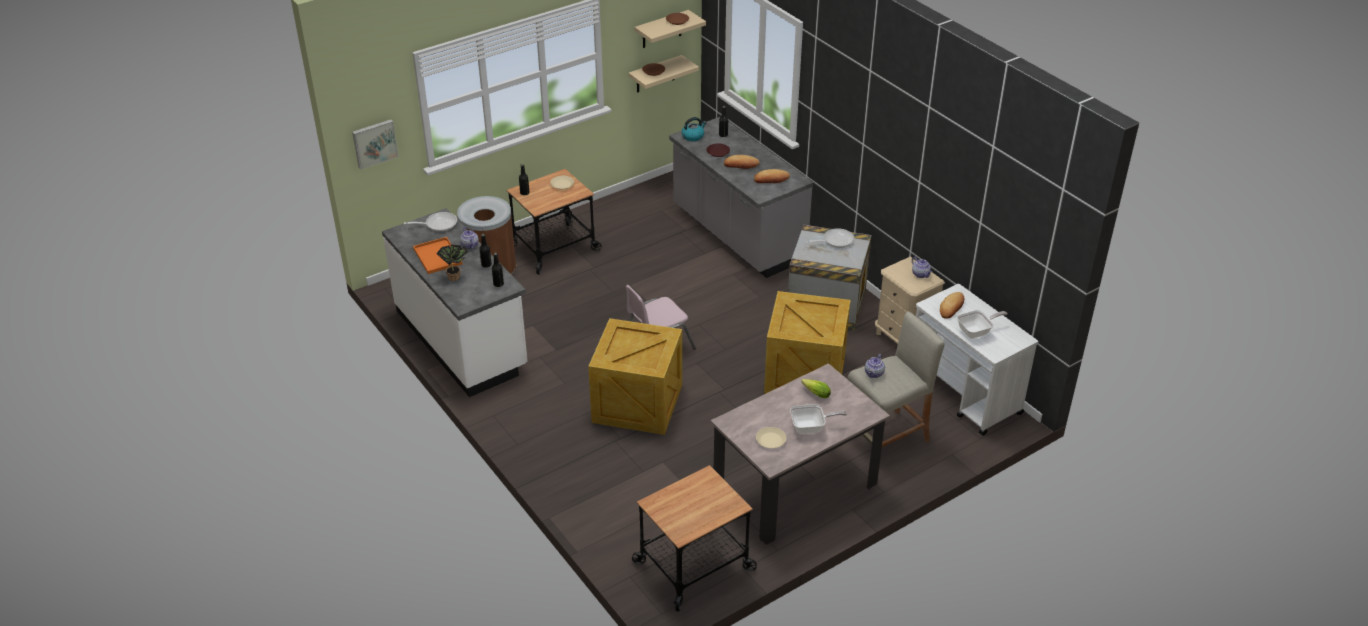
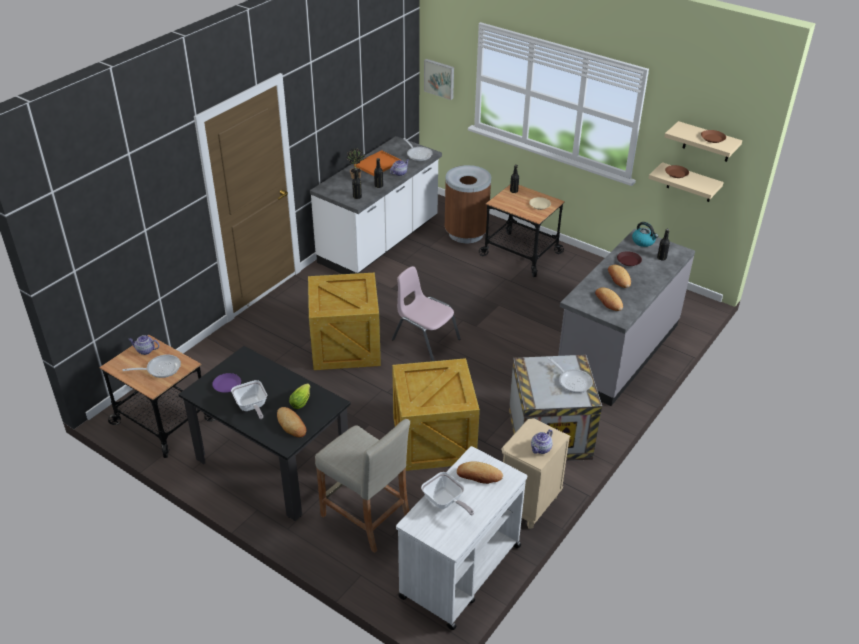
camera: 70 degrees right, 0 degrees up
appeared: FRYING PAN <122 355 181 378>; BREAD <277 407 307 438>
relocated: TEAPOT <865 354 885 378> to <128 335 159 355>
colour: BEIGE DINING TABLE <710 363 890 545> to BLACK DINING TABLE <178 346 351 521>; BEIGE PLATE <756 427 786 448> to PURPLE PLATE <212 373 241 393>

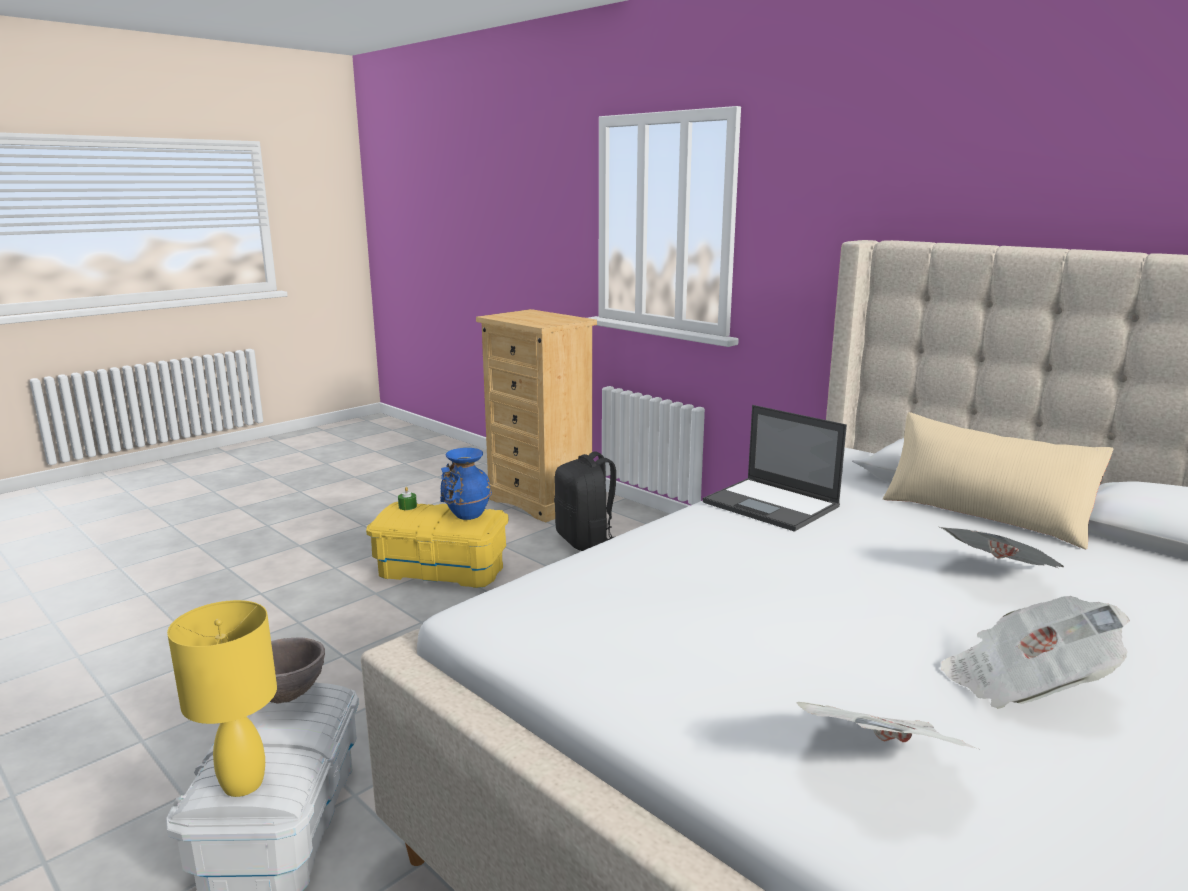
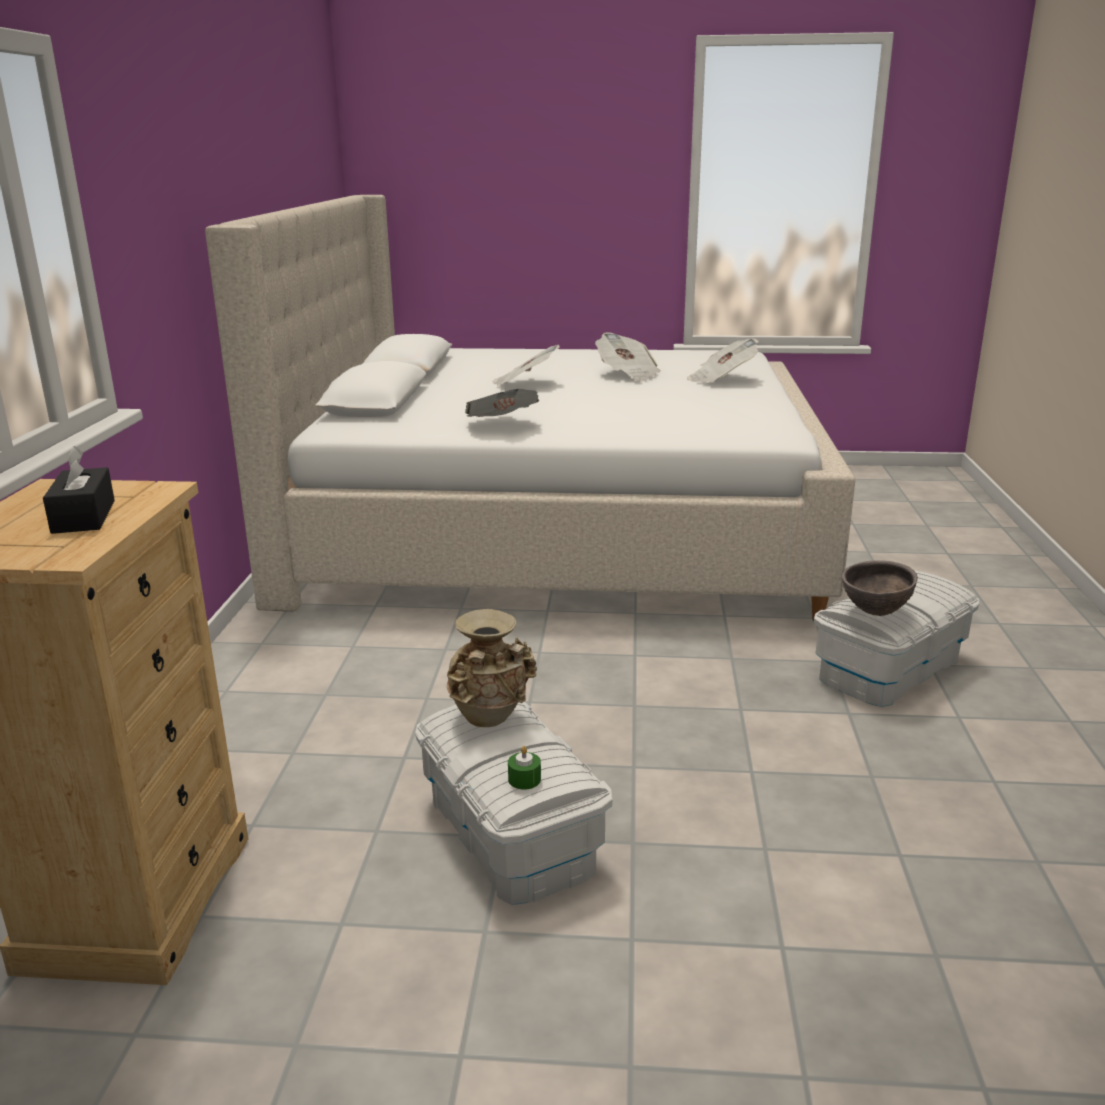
camera: 130 degrees left, 5 degrees up
missing: YELLOW TABLE LAMP <167 600 277 797>; BLACK BACKPACK <554 452 616 551>; BEIGE PILLOW <883 412 1113 550>
appeared: BLACK TISSUE BOX <43 446 115 534>
exchanged: LAPTOP <703 405 847 532> to NEWSPAPER <465 389 539 417>
colour: YELLOW STORAGE BOX <366 502 509 588> to WHITE STORAGE BOX <415 702 613 905>; BLUE VASE <440 448 492 520> to BEIGE VASE <447 609 537 727>

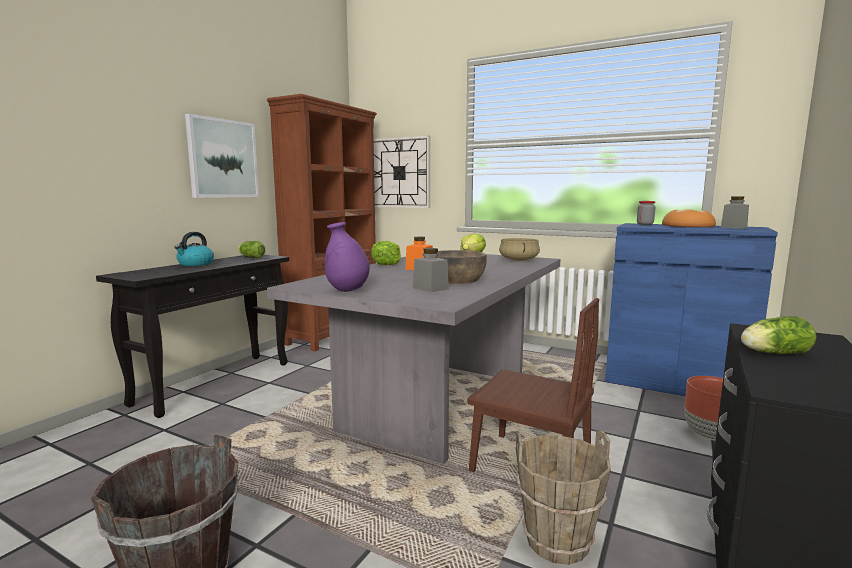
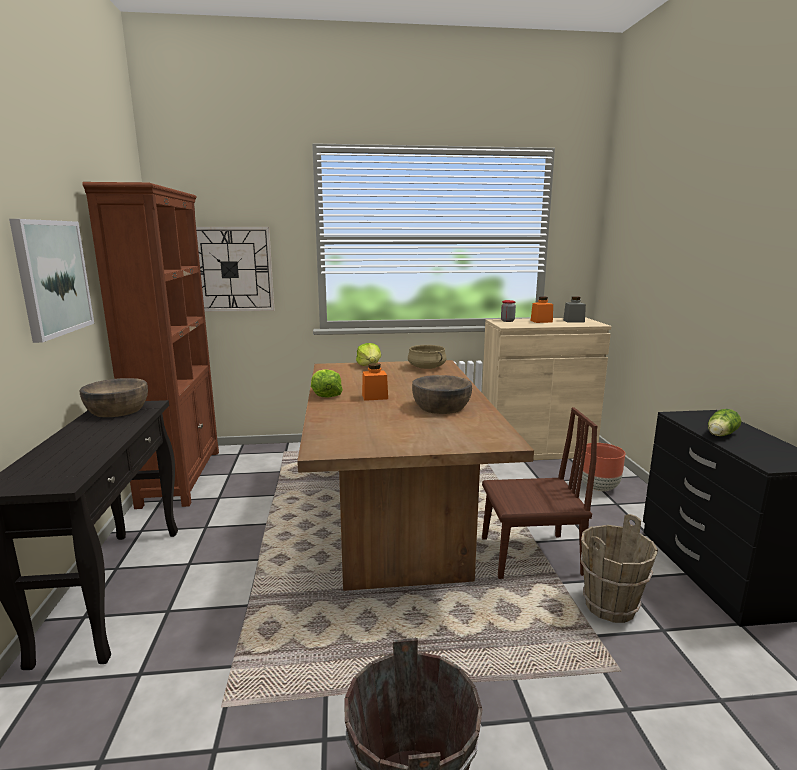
camera: 35 degrees left, 5 degrees up
missing: KETTLE <175 232 214 266>; PURPLE VASE <325 222 370 292>; GREY JAR <413 248 449 292>
exchanged: LETTUCE <238 241 265 258> to BROWN BOWL <80 378 148 417>; BREAD <662 209 716 227> to ORANGE JAR <531 297 553 323>
colour: GREY DINING TABLE <267 254 560 464> to BROWN DINING TABLE <297 360 534 591>; BLUE CABINET <605 223 778 396> to BEIGE CABINET <482 318 611 460>

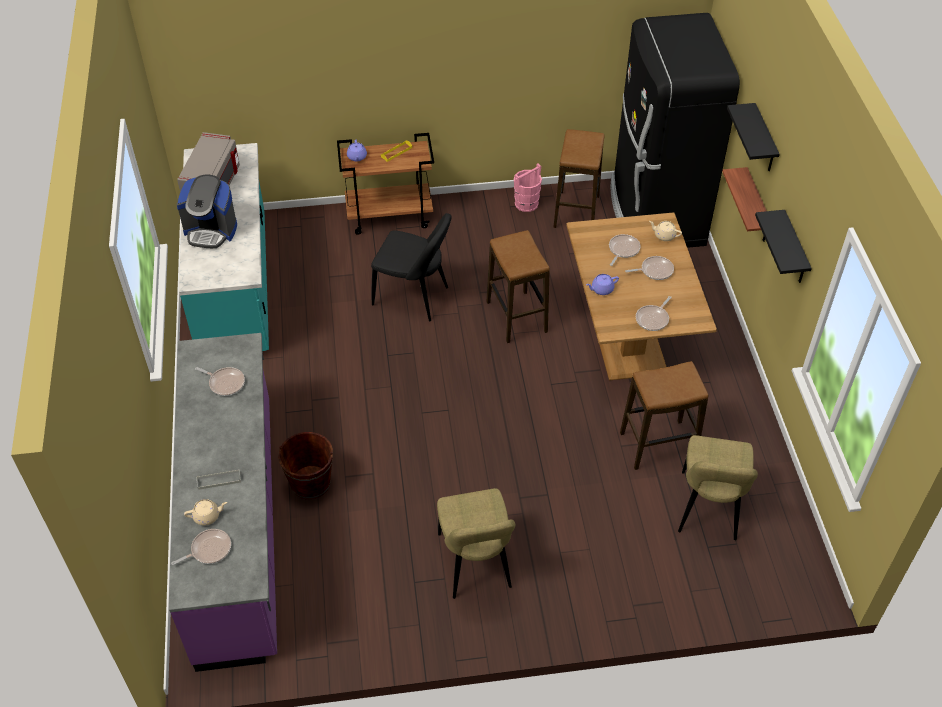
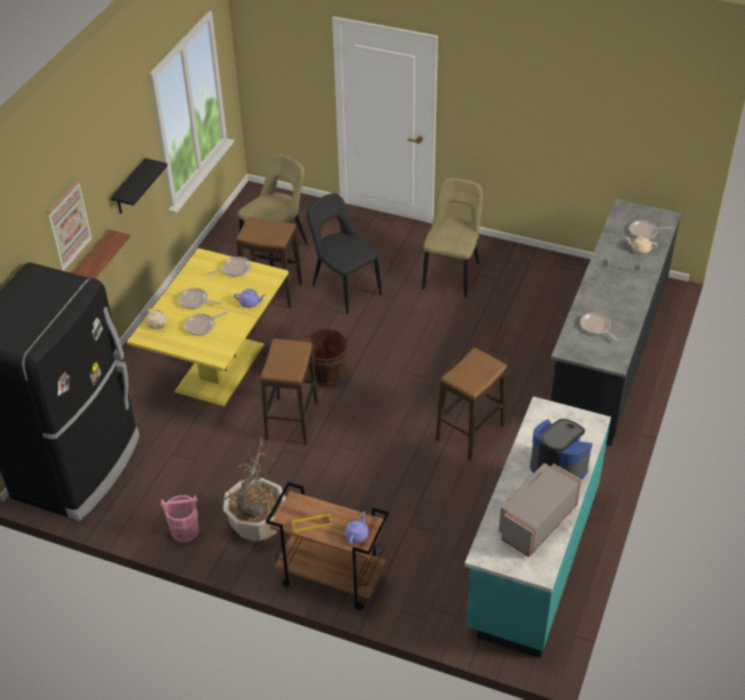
camera: 150 degrees left, 5 degrees down
appeared: POTTED PLANT <221 437 286 541>
relocated: BROWN BUCKET <278 432 333 500> to <304 329 349 386>; BLACK CHAIR <371 213 452 321> to <306 193 382 314>; STOOL <553 129 605 228> to <436 347 507 460>
exchanged: BLACK SHELF <727 103 780 171> to PICTURE <47 180 93 272>
colour: BROWN DINING TABLE <566 212 717 380> to YELLOW DINING TABLE <127 248 289 407>; PURPLE COUNTER <169 333 277 672> to BLACK COUNTER <551 199 681 446>

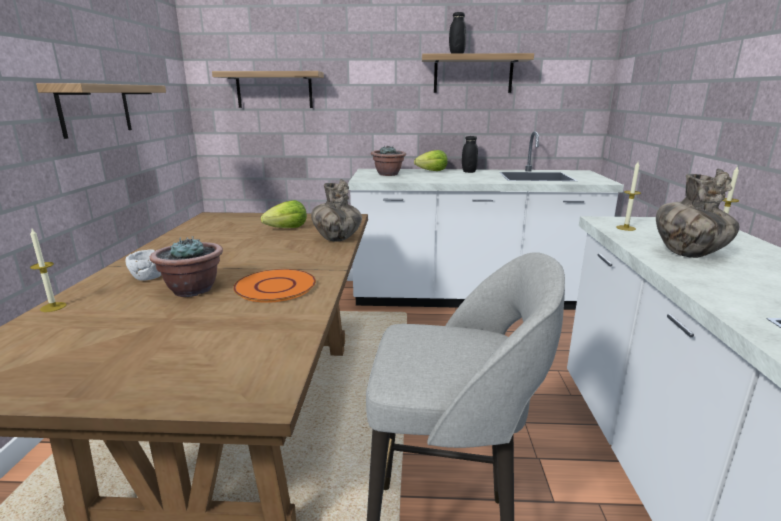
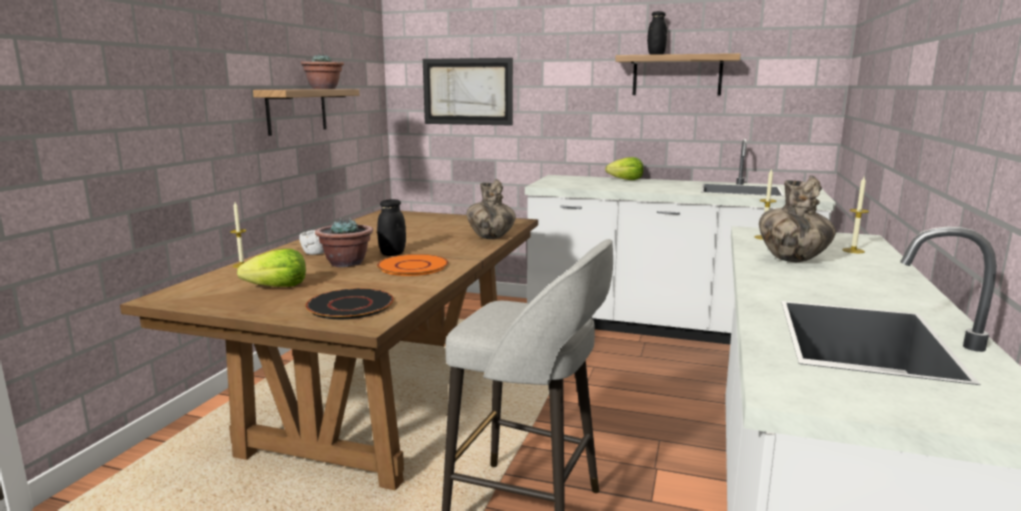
camera: 15 degrees right, 5 degrees down
appeared: BLACK PLATE <305 288 394 319>
relocated: LETTUCE <261 200 307 228> to <237 249 306 287>; POTTED PLANT <371 145 406 176> to <301 53 344 89>; BLACK JAR <462 136 478 173> to <377 199 406 256>
exchanged: SHELF <212 71 324 108> to PICTURE <423 58 513 126>

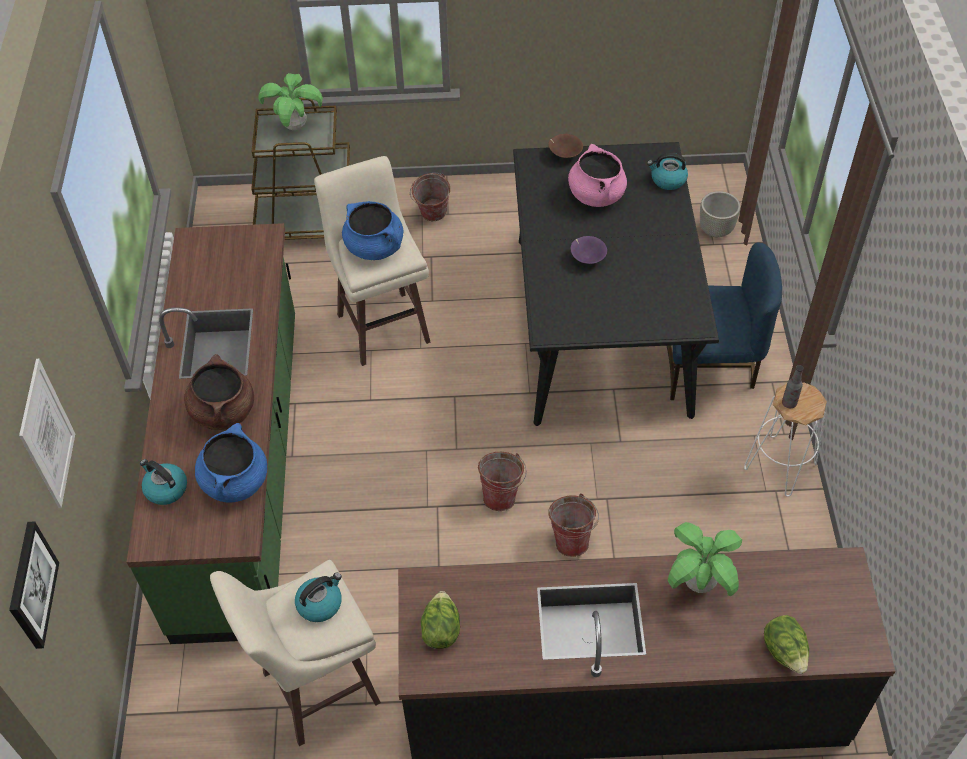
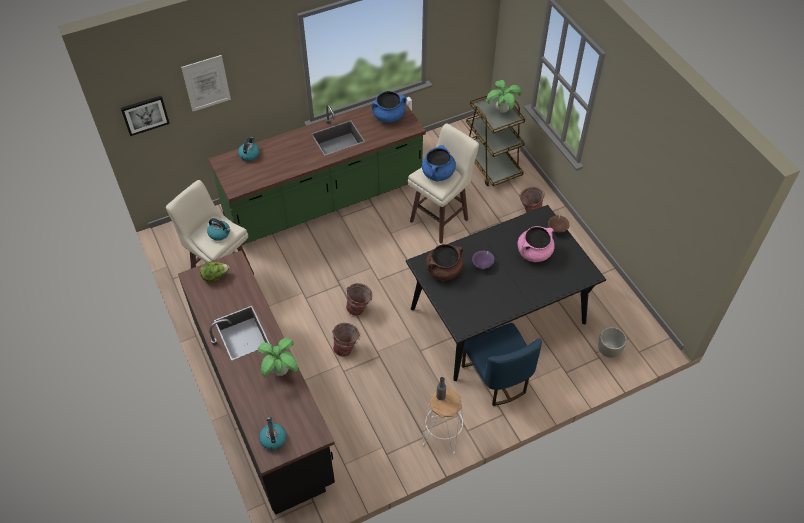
camera: 65 degrees right, 0 degrees up
missing: LETTUCE <764 615 809 674>
relocated: KETTLE <647 153 688 190> to <259 417 286 450>; BLUE COOKING POT <195 423 267 503> to <371 91 407 123>; BROWN COOKING POT <184 354 254 430> to <426 244 463 281>

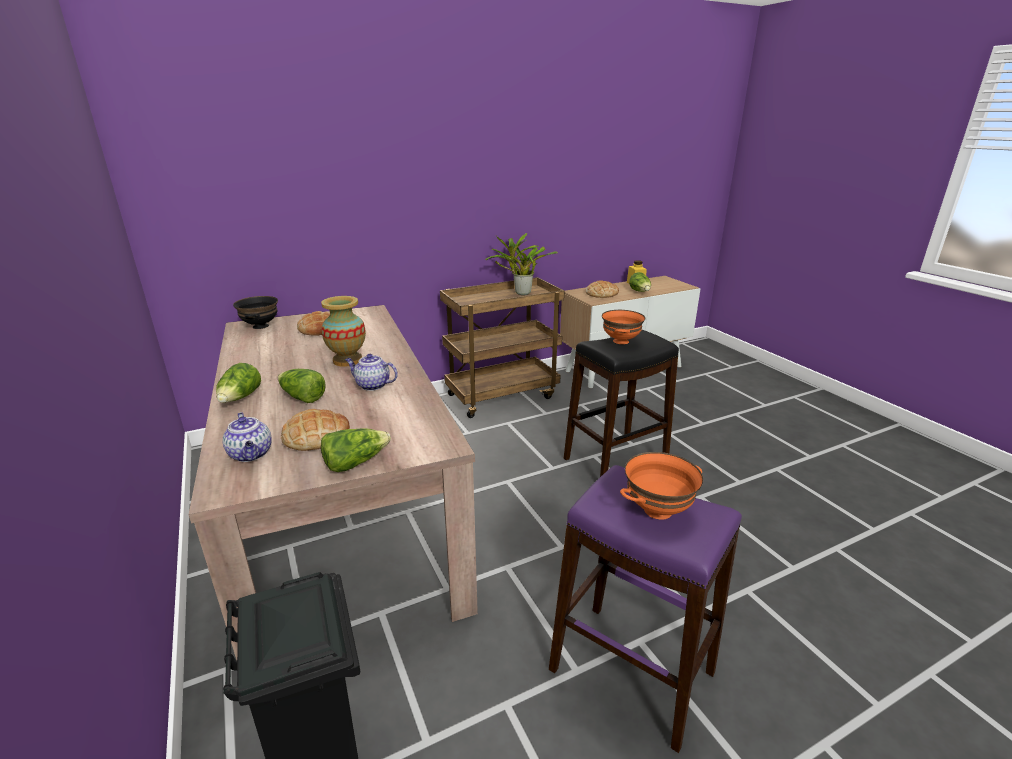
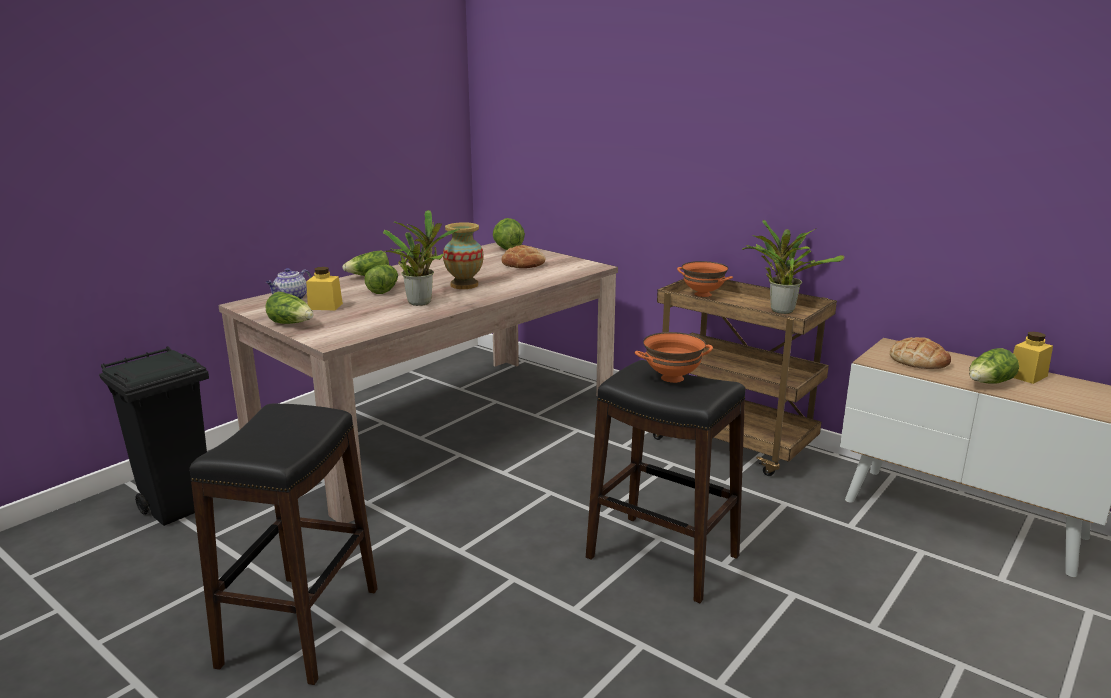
camera: 65 degrees right, 5 degrees down
relocated: ORANGE BOWL <620 452 703 520> to <677 261 733 297>
exchanged: BREAD <281 409 350 451> to YELLOW JAR <306 267 343 310>; TEAPOT <345 354 398 391> to POTTED PLANT <383 210 460 306>; BLACK BOWL <233 296 278 329> to LETTUCE <493 218 525 250>
colour: PURPLE STOOL <549 465 742 753> to BLACK STOOL <189 404 378 685>

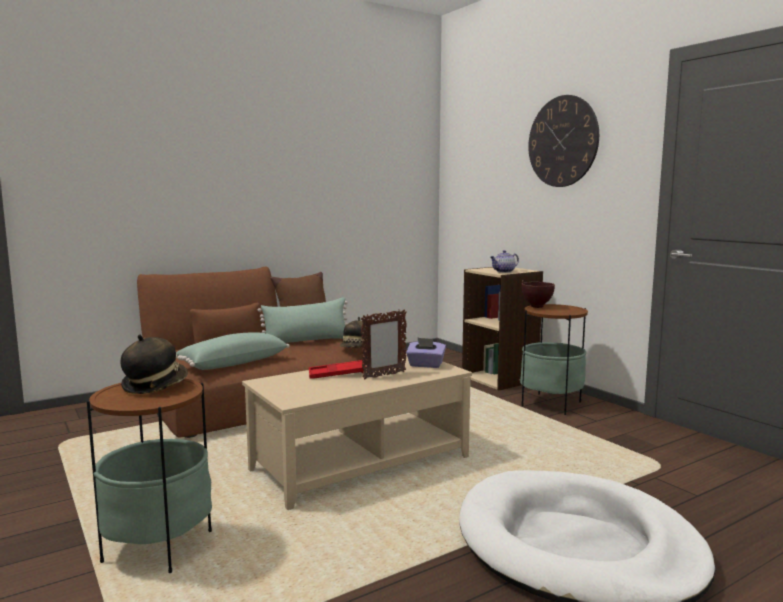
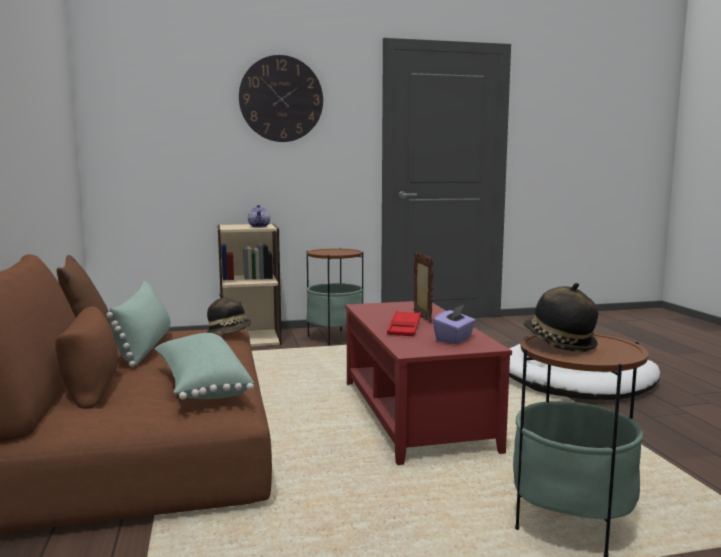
camera: 70 degrees left, 0 degrees up
missing: BROWN BOWL <522 282 555 308>
relocated: PURPLE TISSUE BOX <406 337 446 368> to <433 305 476 344>
colour: BEIGE COFFEE TABLE <242 354 472 510> to RED COFFEE TABLE <345 301 512 465>

